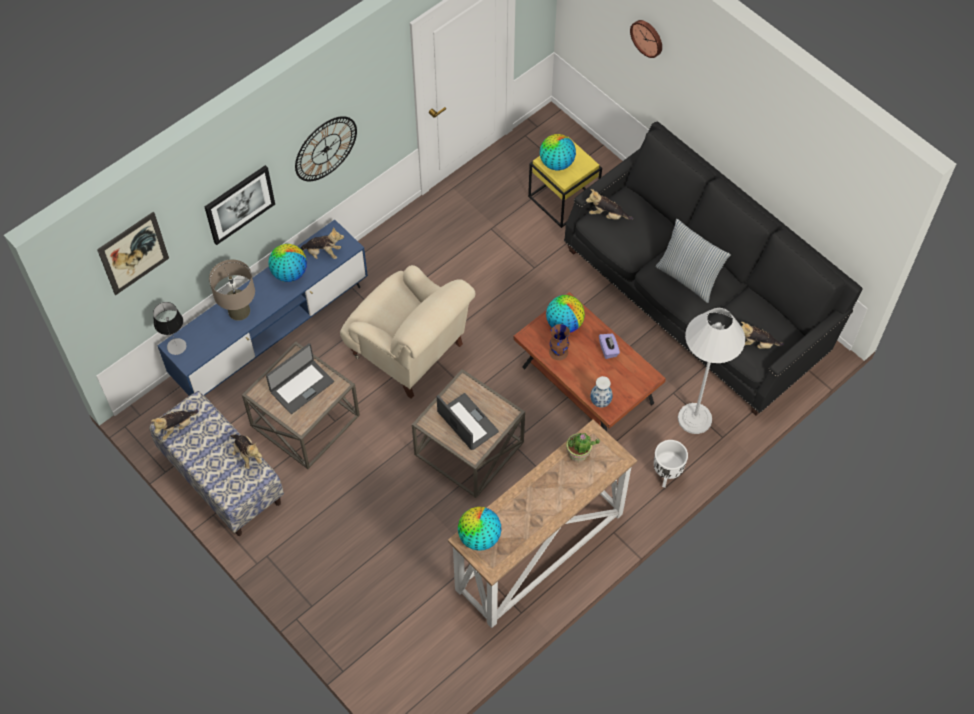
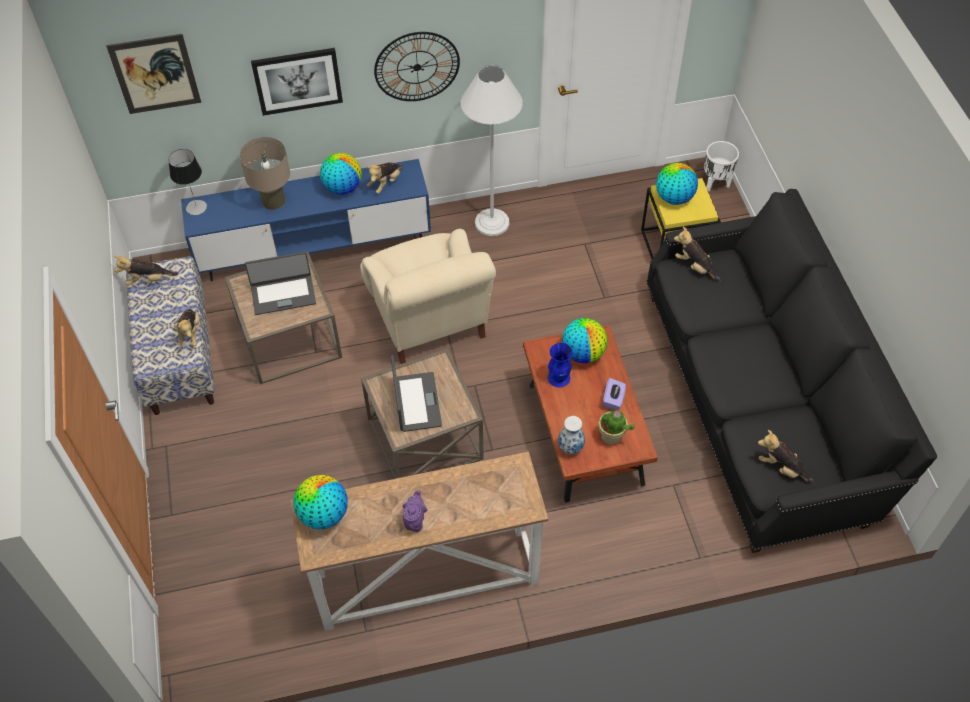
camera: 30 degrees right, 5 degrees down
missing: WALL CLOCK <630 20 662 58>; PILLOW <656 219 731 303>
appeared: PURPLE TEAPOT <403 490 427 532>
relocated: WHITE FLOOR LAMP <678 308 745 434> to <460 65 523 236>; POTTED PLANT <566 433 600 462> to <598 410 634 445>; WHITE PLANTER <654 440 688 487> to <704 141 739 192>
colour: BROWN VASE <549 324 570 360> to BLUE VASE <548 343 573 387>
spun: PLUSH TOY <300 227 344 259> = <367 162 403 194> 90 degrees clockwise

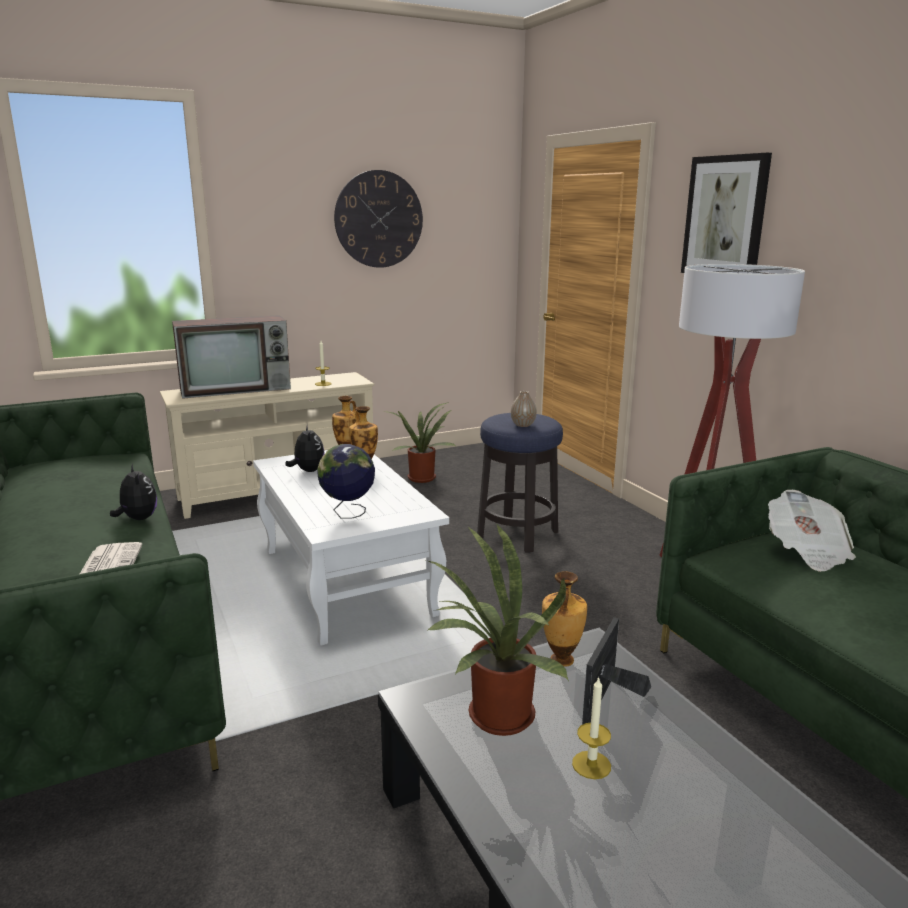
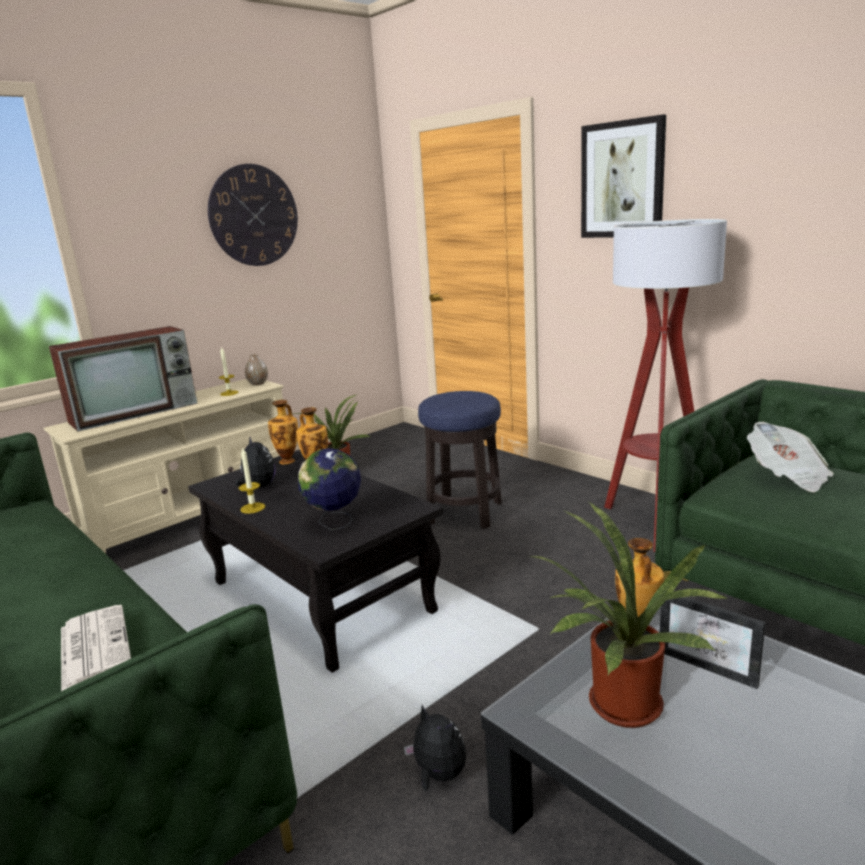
camera: 15 degrees left, 0 degrees up
relocated: CANDLE <572 676 611 779> to <239 448 265 514>; VASE <511 391 537 427> to <245 354 268 385>; PLUSH TOY <110 464 157 520> to <404 705 466 791>
colour: WHITE COFFEE TABLE <253 450 449 645> to BLACK COFFEE TABLE <188 450 443 673>
spun: PICTURE FRAME <582 617 651 725> = <660 597 765 689> 60 degrees counterclockwise

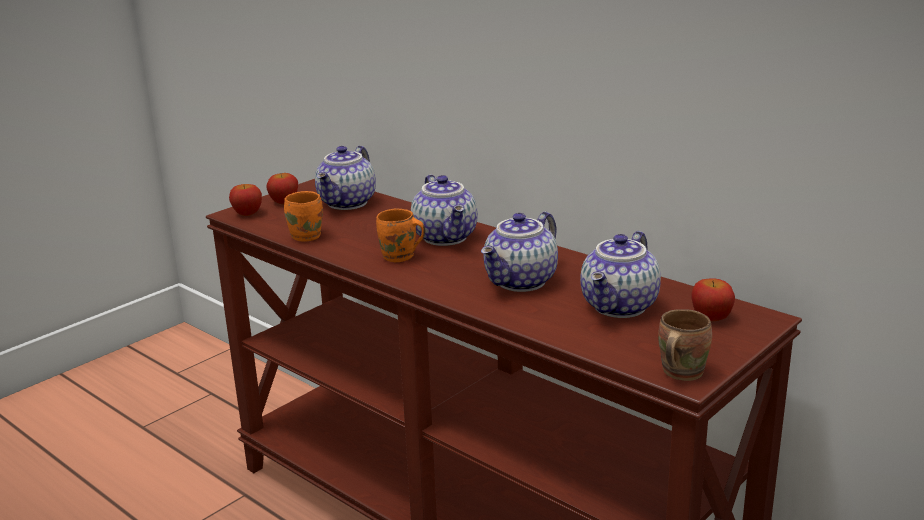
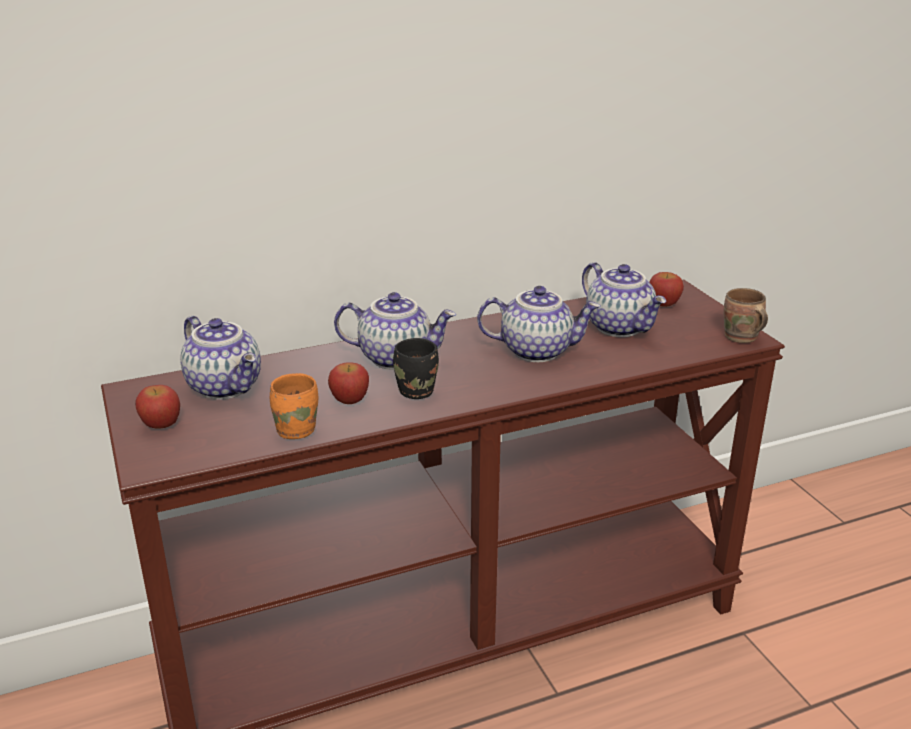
camera: 65 degrees left, 5 degrees up
relocated: APPLE <229 184 262 216> to <328 362 369 404>
colour: ORANGE MUG <376 209 425 262> to BLACK MUG <393 338 439 399>
spun: TEAPOT <481 211 558 292> = <477 286 601 362> 60 degrees counterclockwise

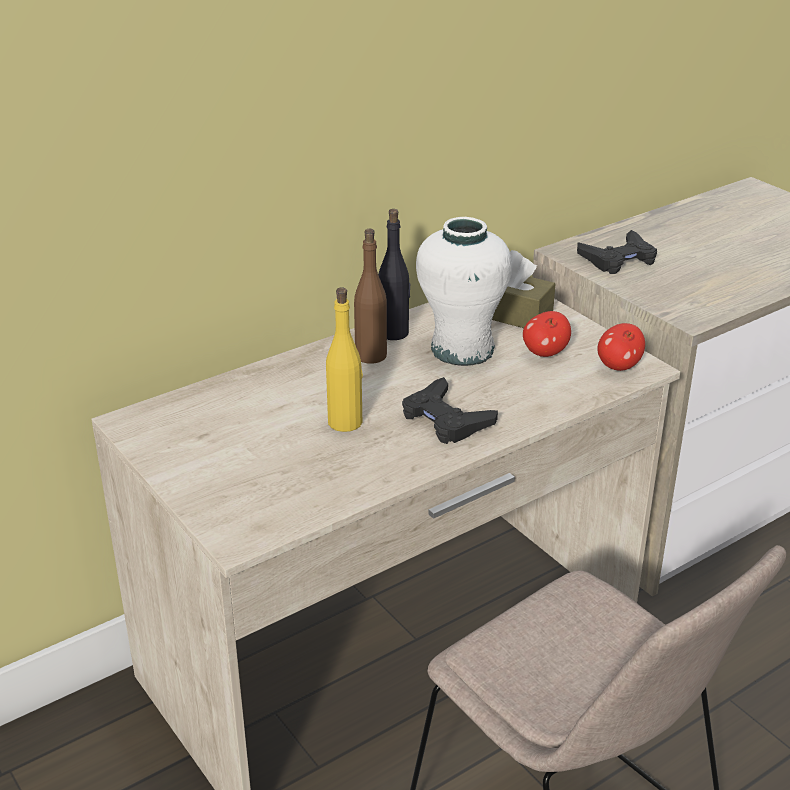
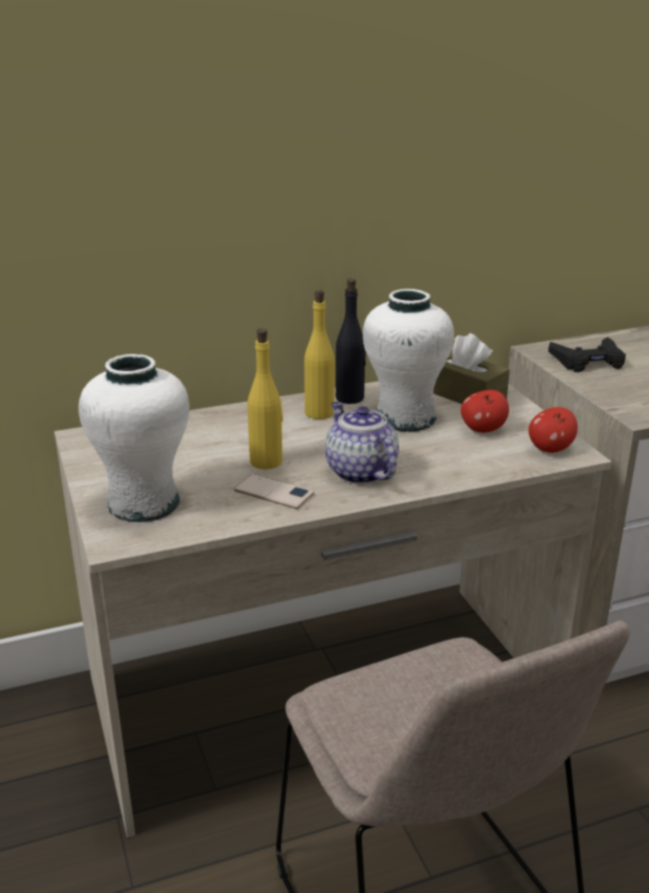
camera: 15 degrees right, 5 degrees down
appeared: WHITE VASE <79 354 189 522>; PHONE <234 474 314 509>
exchanged: BLACK GAME CONTROLLER <402 377 498 444> to TEAPOT <325 402 399 484>
colour: BROWN BOTTLE <354 229 387 364> to YELLOW BOTTLE <304 290 335 419>

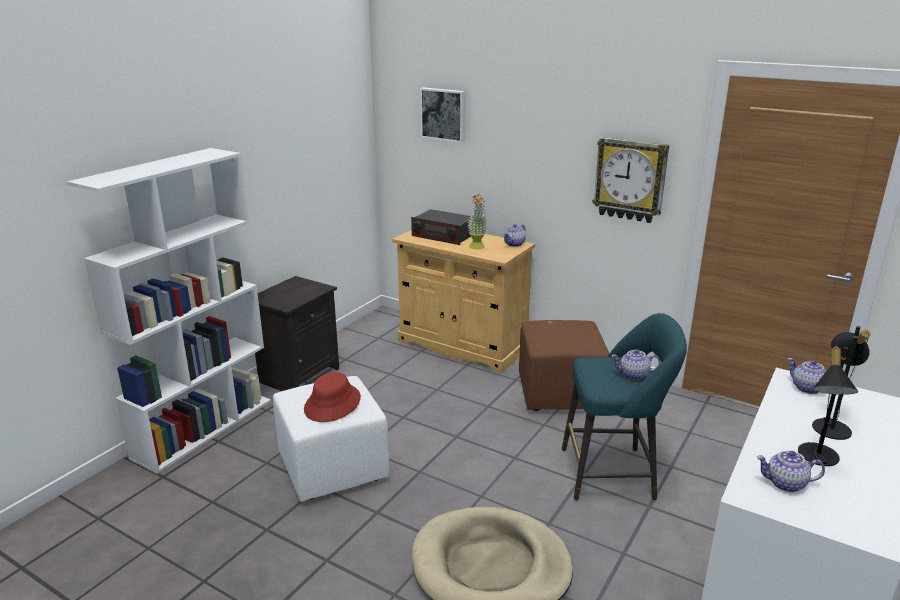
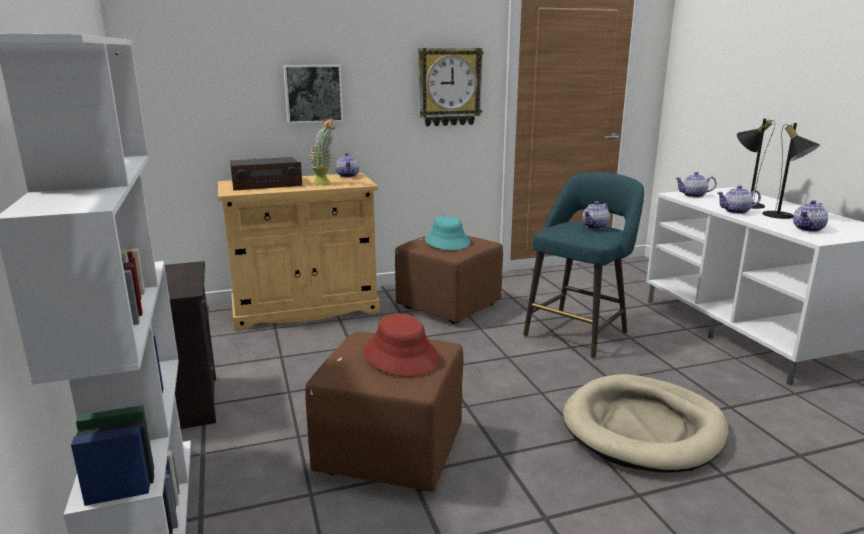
camera: 50 degrees left, 5 degrees down
appeared: TURQUOISE HAT <425 216 470 250>; TEAPOT <717 185 761 214>
relocated: PICTURE <420 87 465 143> to <283 65 343 124>
colour: WHITE OTTOMAN <273 376 390 502> to BROWN OTTOMAN <306 332 464 492>

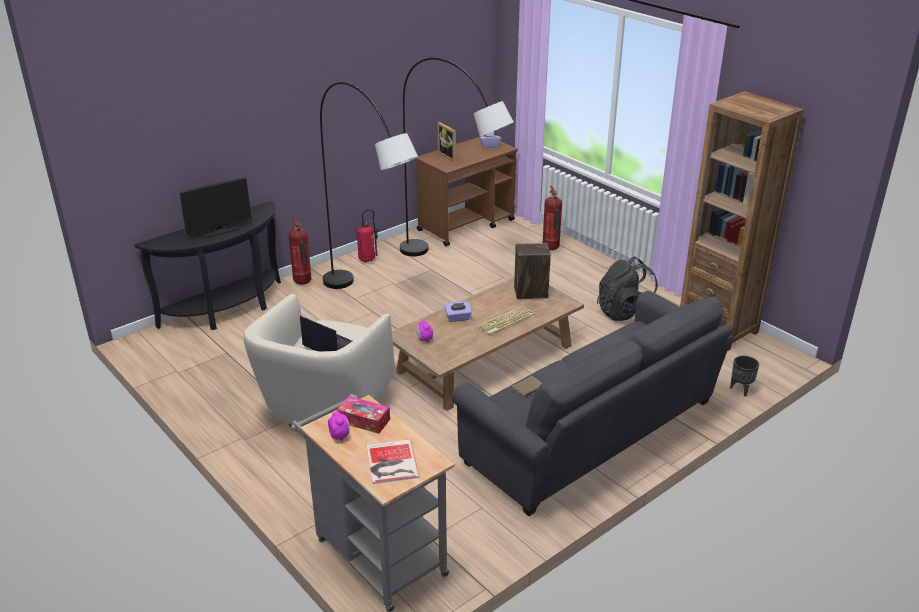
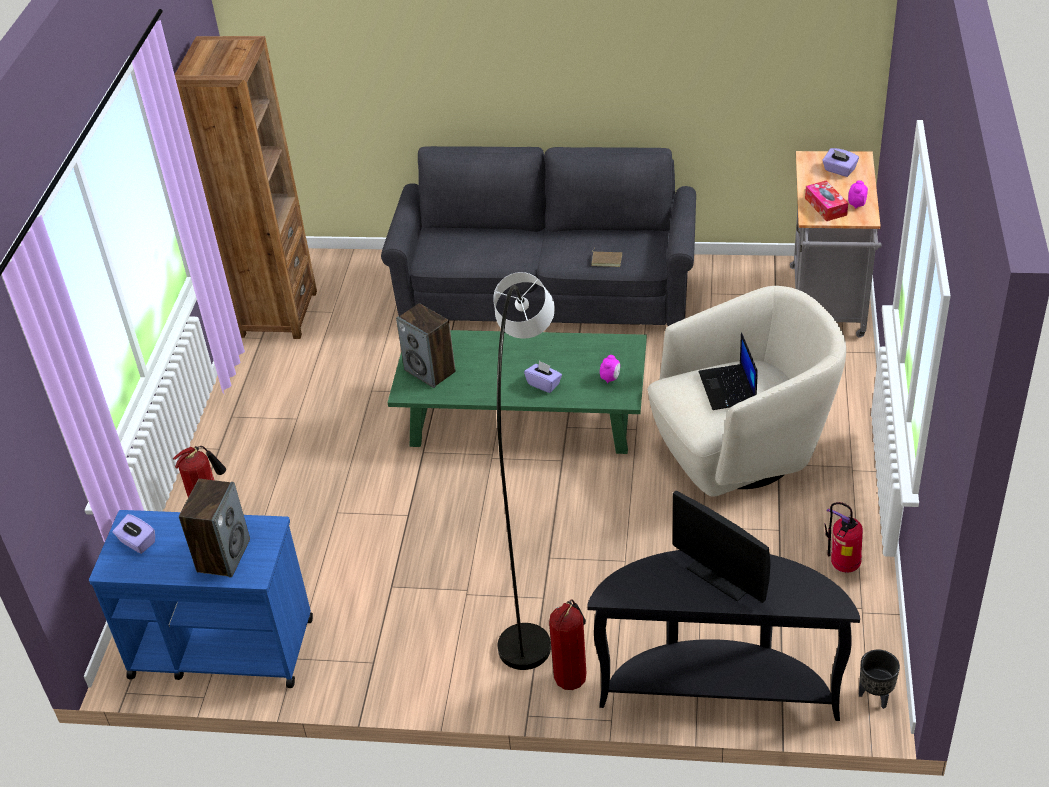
camera: 130 degrees left, 10 degrees up
missing: GREY FLOOR LAMP <400 58 514 256>; KEYBOARD <476 306 535 335>; BLACK BACKPACK <597 257 658 321>
relocated: FIRE EXTINGUISHER <357 209 378 262> to <824 502 863 573>; BLACK PLANTER <730 356 759 396> to <859 650 900 709>
exchanged: PICTURE FRAME <438 122 456 162> to SPEAKER <179 479 250 578>; BOOK <367 439 419 484> to PURPLE TISSUE BOX <822 148 859 177>
colour: BROWN CART <415 135 518 246> to BLUE CART <89 510 313 688>; BROWN COFFEE TABLE <392 277 584 411> to GREEN COFFEE TABLE <387 330 647 454>
spun: MONITOR <180 177 251 238> = <673 491 771 603> 150 degrees counterclockwise

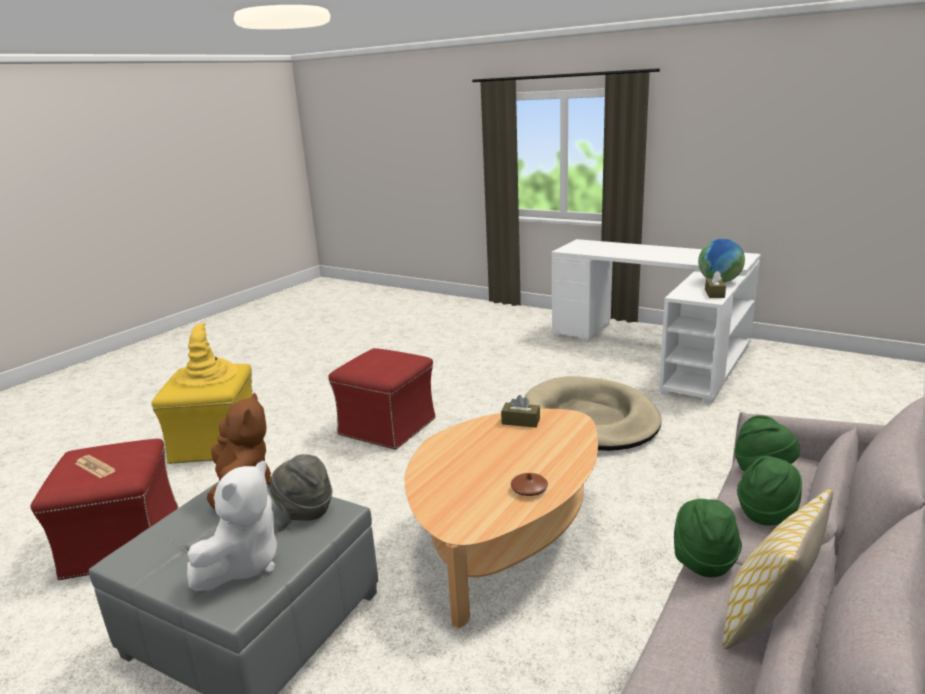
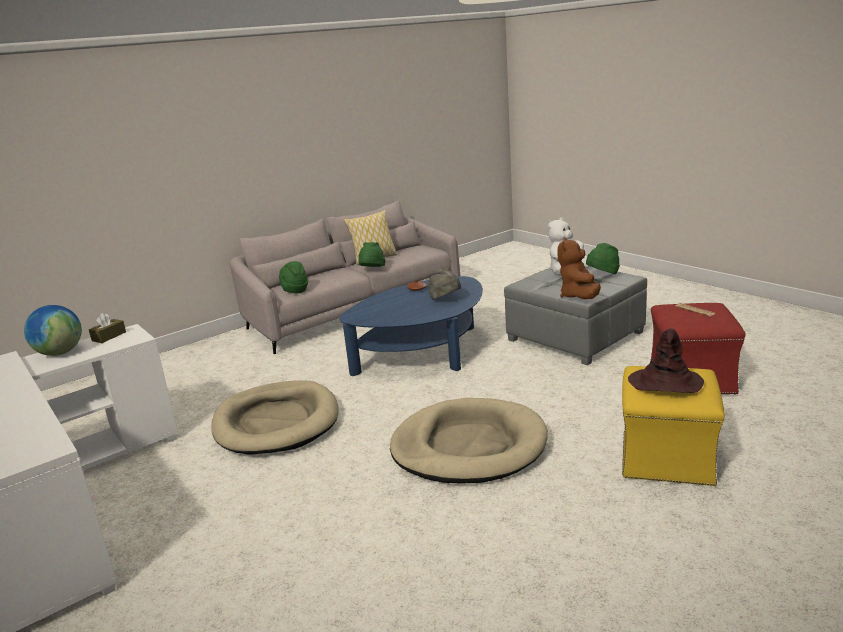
camera: 160 degrees left, 0 degrees up
missing: BROWN TISSUE BOX <501 395 540 428>
relocated: GREY HAT <270 454 332 521> to <428 267 461 300>; GREEN HAT <737 456 802 526> to <586 243 620 274>
exchanged: RED OTTOMAN <328 348 436 450> to BEIGE DOG BED <390 398 548 483>
colour: BEIGE COFFEE TABLE <405 409 598 628> to BLUE COFFEE TABLE <339 276 483 376>; YELLOW HAT <175 323 238 386> to BROWN HAT <628 328 704 393>

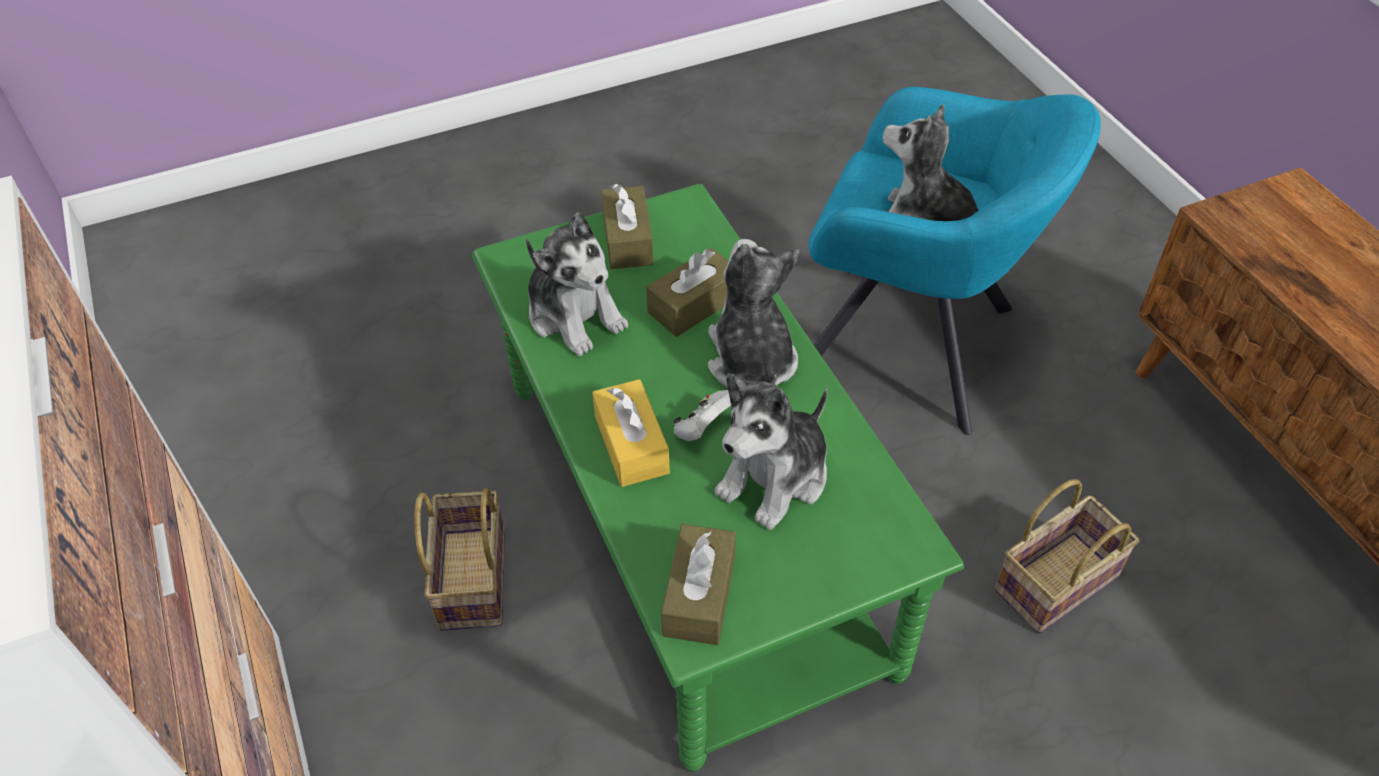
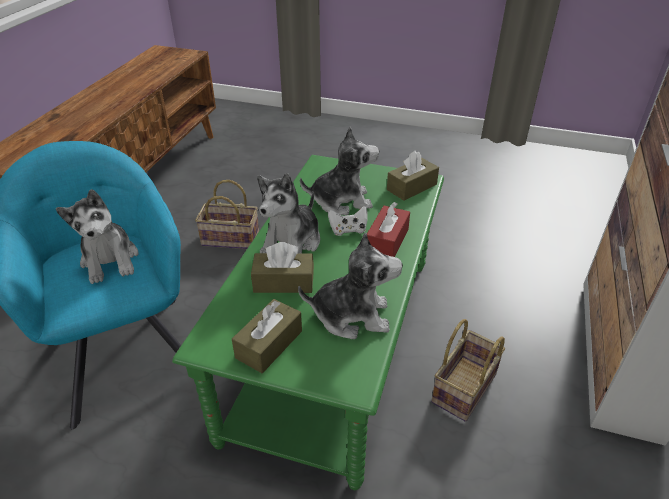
camera: 140 degrees left, 10 degrees down
colour: YELLOW TISSUE BOX <592 379 670 487> to RED TISSUE BOX <367 202 410 257>
spun: PLUSH TOY <526 212 628 356> = <298 232 403 339> 90 degrees clockwise

